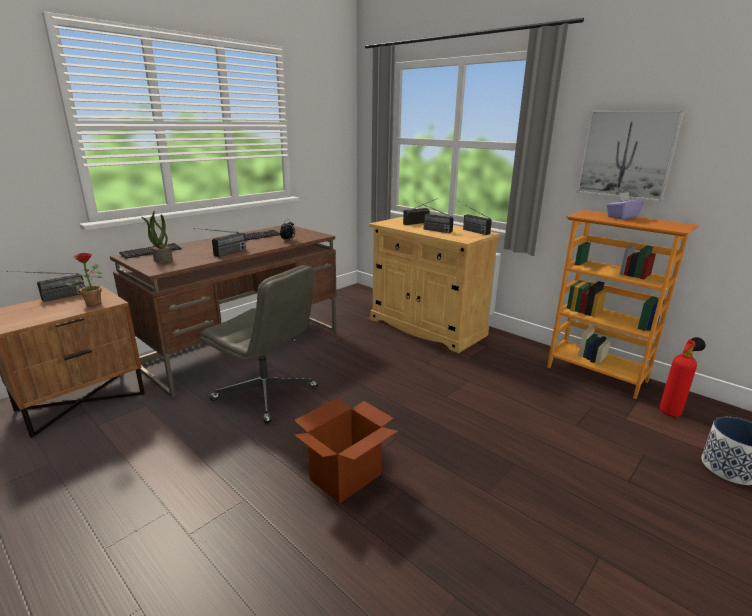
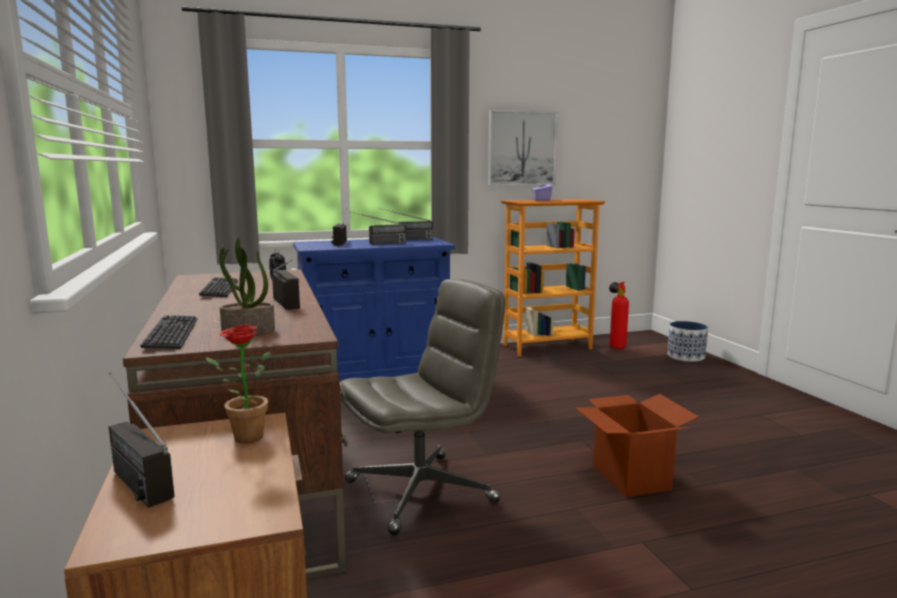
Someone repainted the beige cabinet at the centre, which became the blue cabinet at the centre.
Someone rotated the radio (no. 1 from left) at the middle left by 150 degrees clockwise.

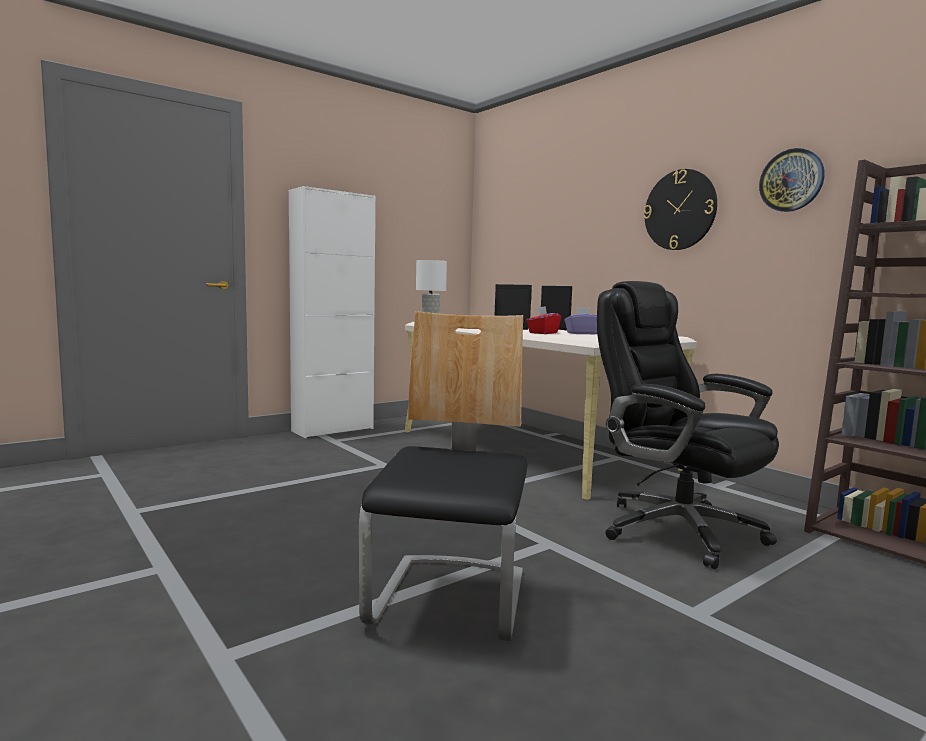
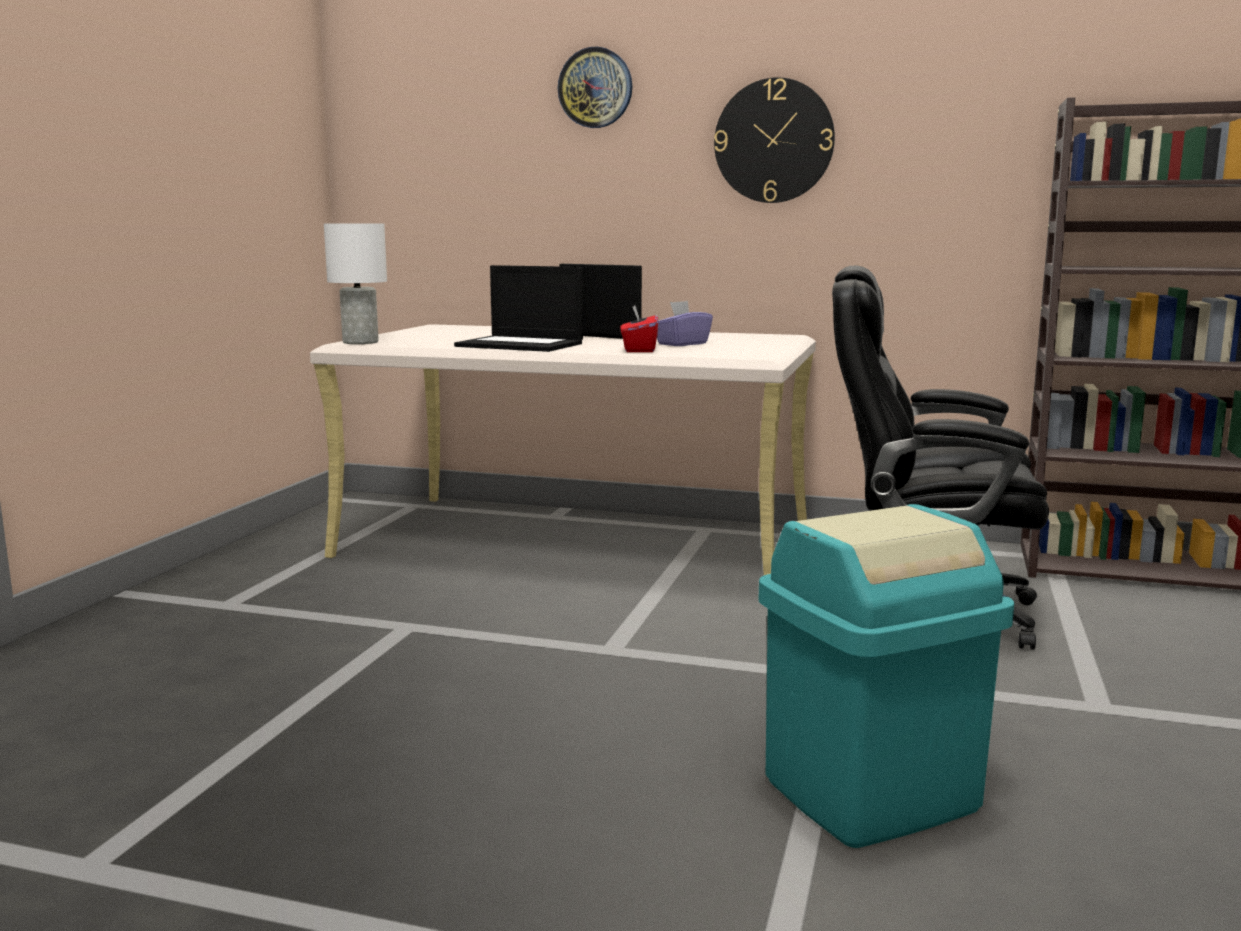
Someone carried the wall clock (no. 2 from left in the first image) from the top right to the top centre.
Someone took away the white cabinet at the centre.
Someone swapped the chair at the centre for the turquoise trash can at the bottom right.

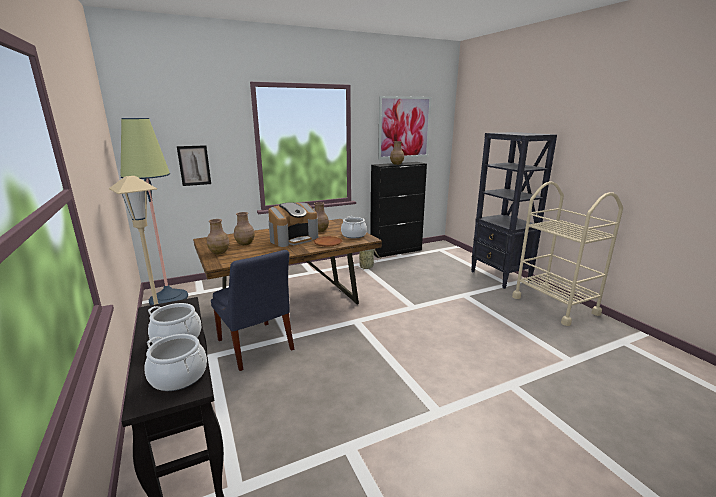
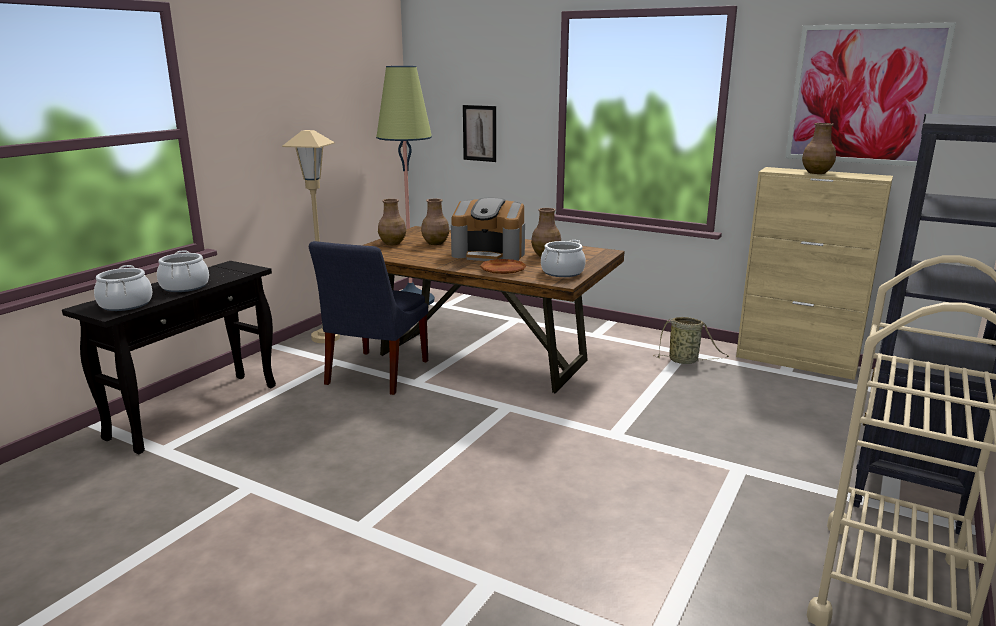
Someone repainted the black cabinet at the centre, which became the beige cabinet at the middle right.

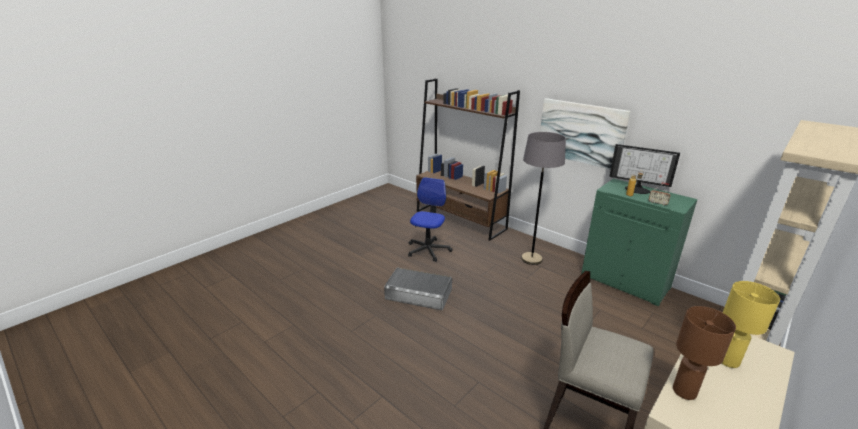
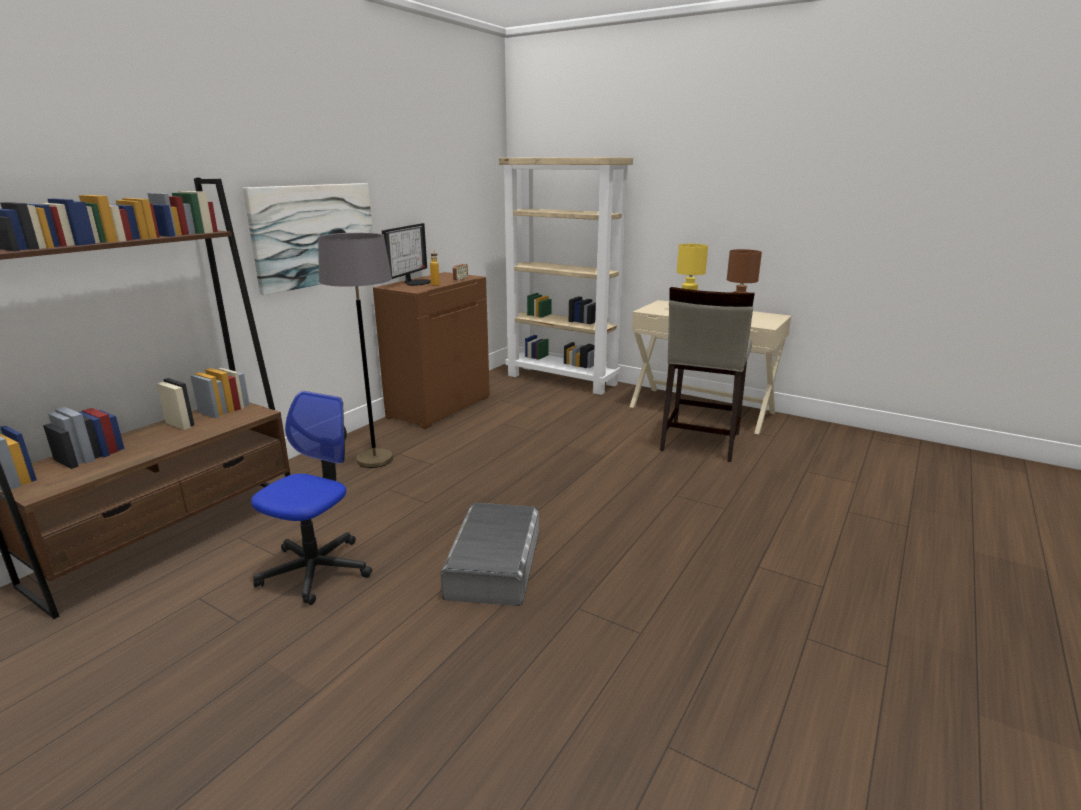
Someone rotated the office chair at the centre by 105 degrees clockwise.
Someone repainted the green cabinet at the middle right, which became the brown cabinet at the centre.

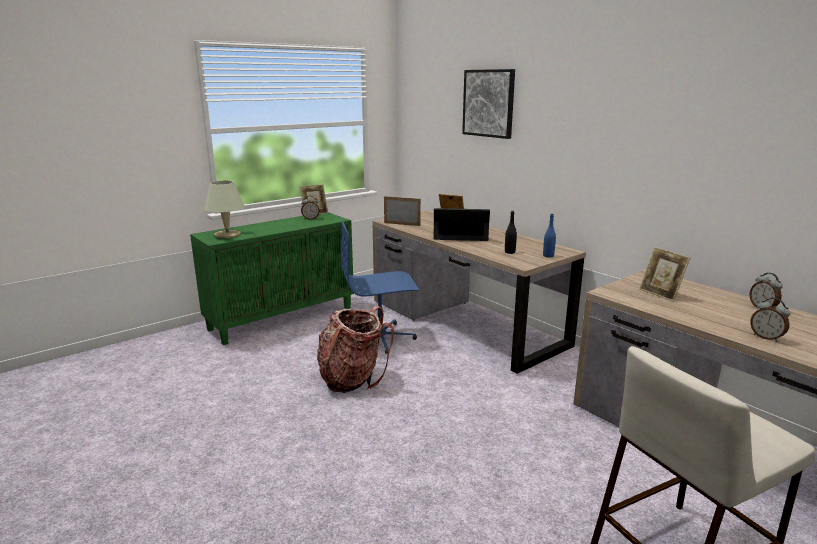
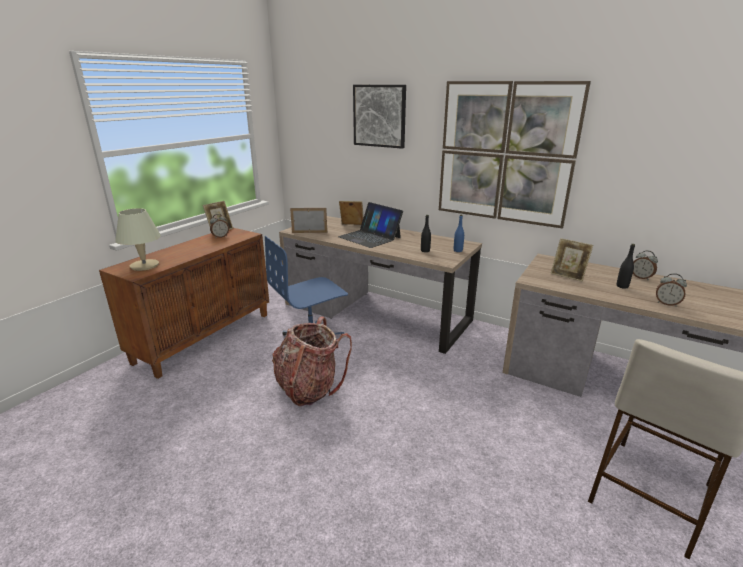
Someone rotated the laptop at the centre by 120 degrees counterclockwise.
Someone repainted the green cabinet at the middle left, which became the brown cabinet at the middle left.
Someone put up the picture (no. 2 from left) at the top right.
Someone put down the black bottle (no. 2 from left) at the middle right.

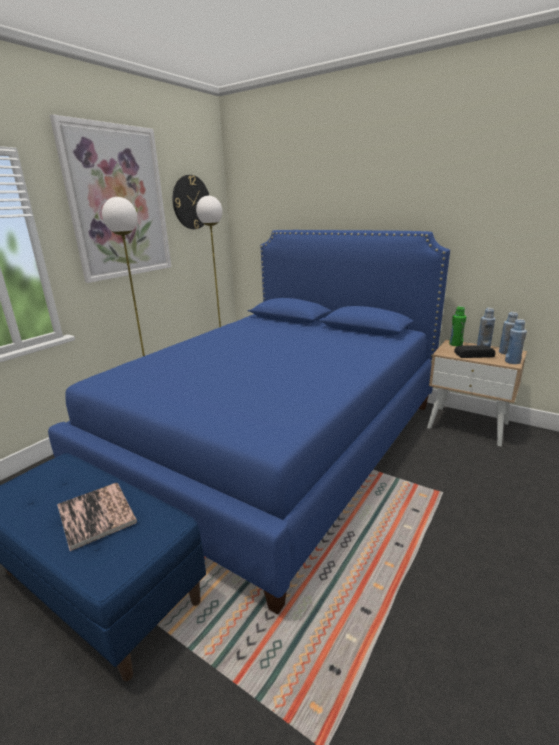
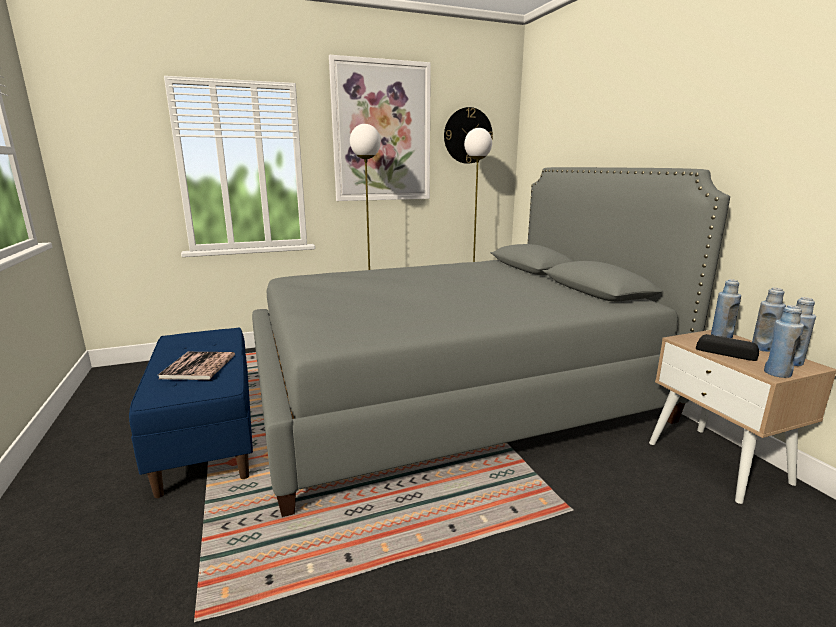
Someone repainted the blue bed at the centre, which became the grey bed at the centre.
Someone repainted the green bottle at the middle right, which became the blue bottle (no. 1 from left) at the middle right.

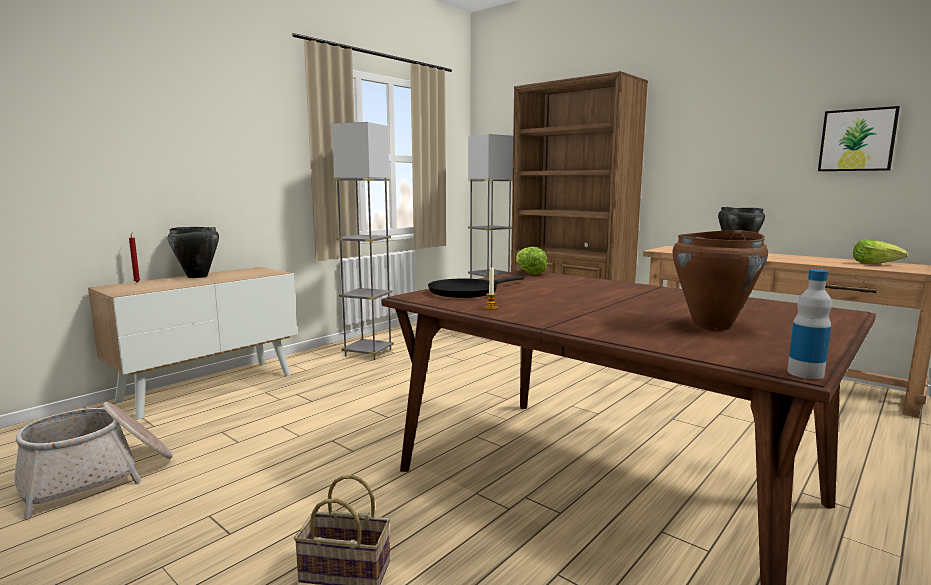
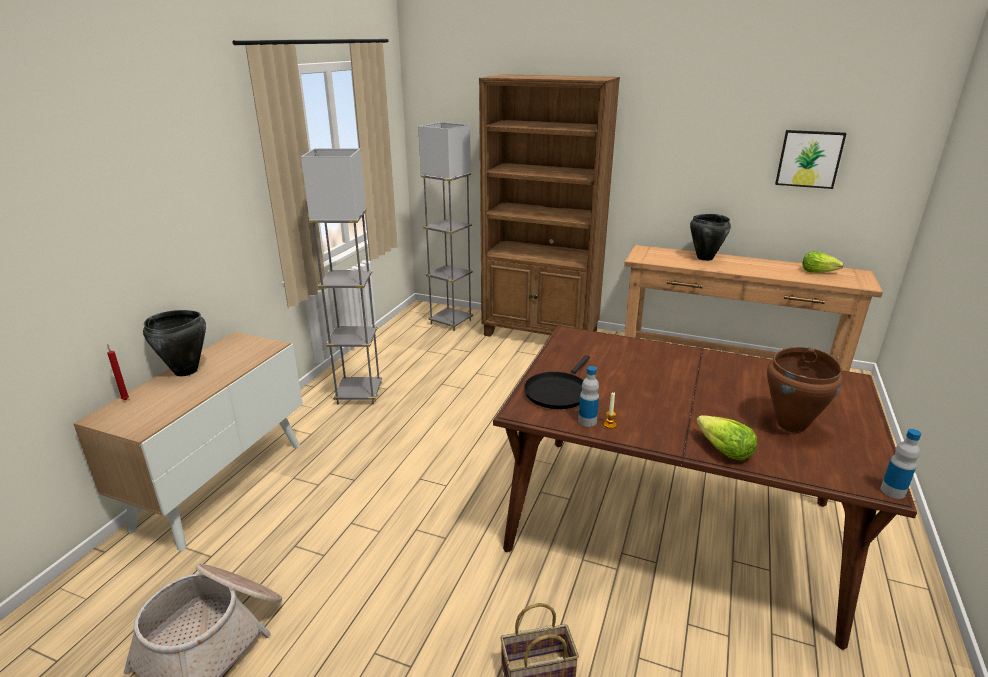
Someone carried the lettuce (no. 1 from left) from the centre to the middle right.
Someone put down the bottle (no. 1 from left) at the centre.

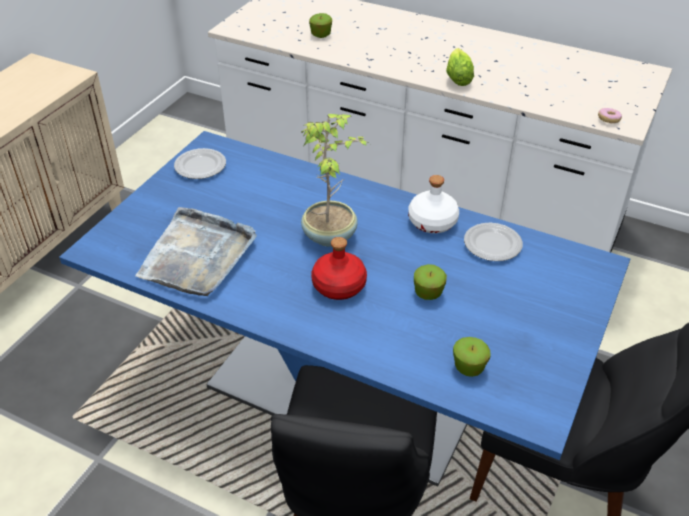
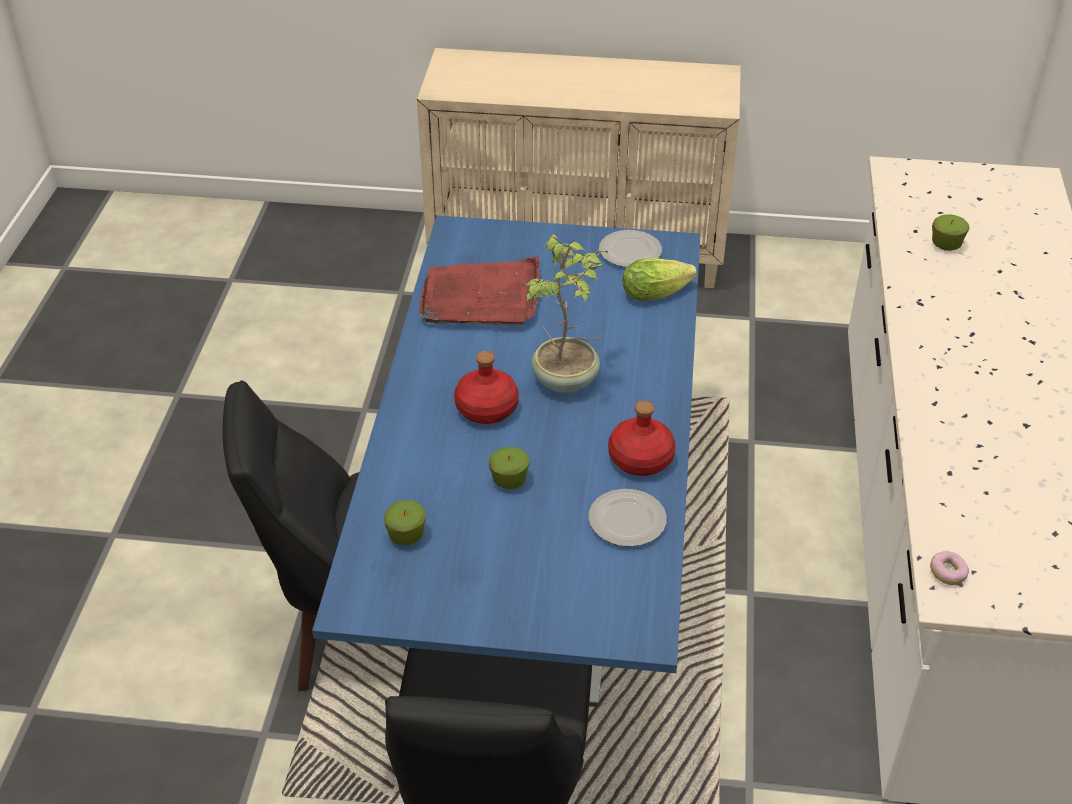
Someone carried the lettuce from the top right to the centre.
Someone repainted the white bottle at the centre, which became the red bottle (no. 2 from left) at the centre.
Someone repainted the grey tray at the middle left, which became the red tray at the centre.

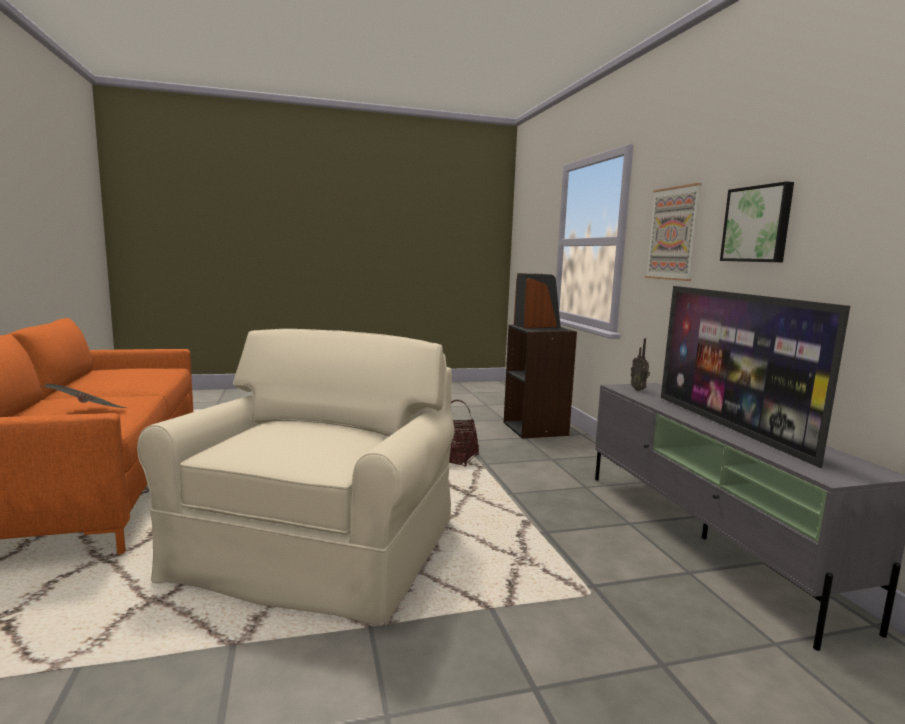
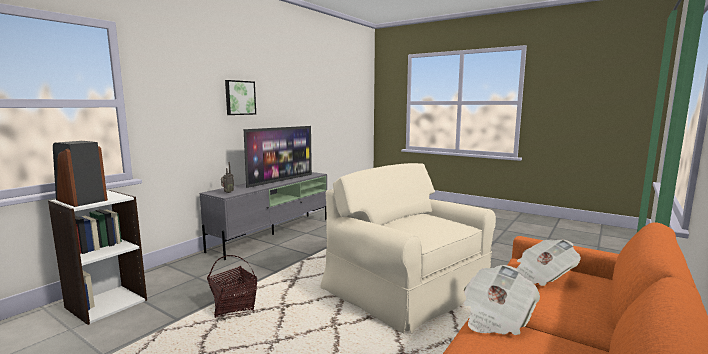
Someone took away the picture (no. 1 from left) at the top right.
Someone repainted the black bookcase at the centre, which became the white bookcase at the bottom left.
Someone rotated the beige armchair at the middle left by 75 degrees clockwise.
Someone put down the newspaper (no. 1 from left) at the bottom right.

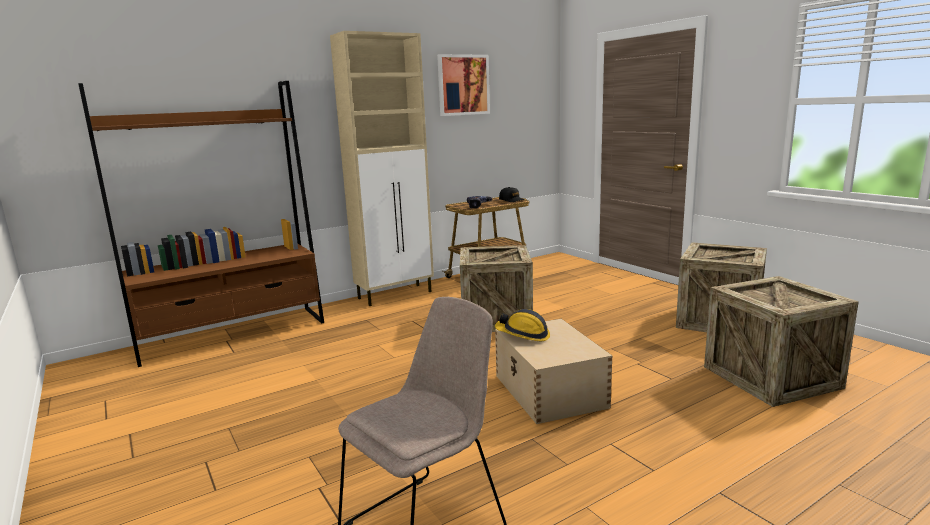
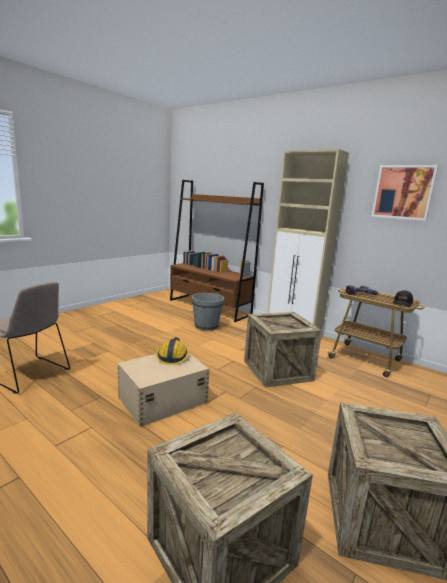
Someone put down the grey bucket at the centre.

